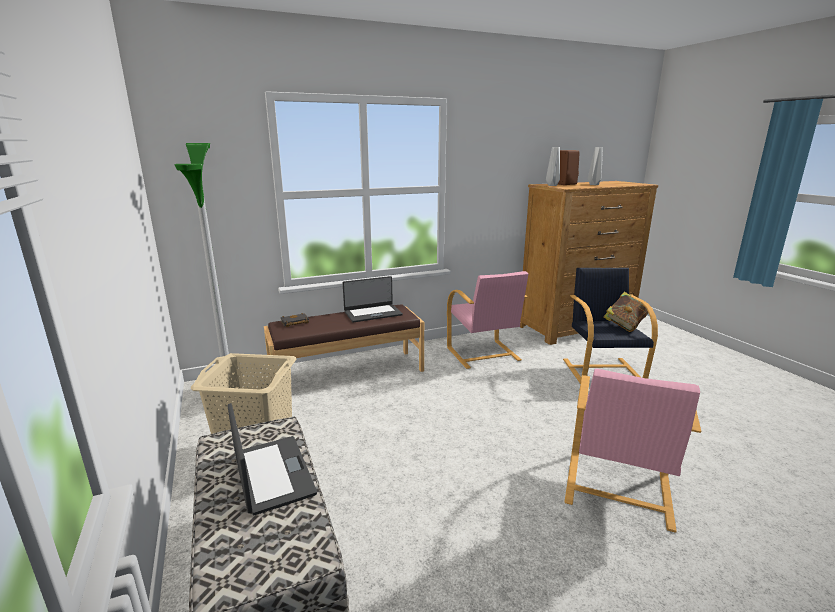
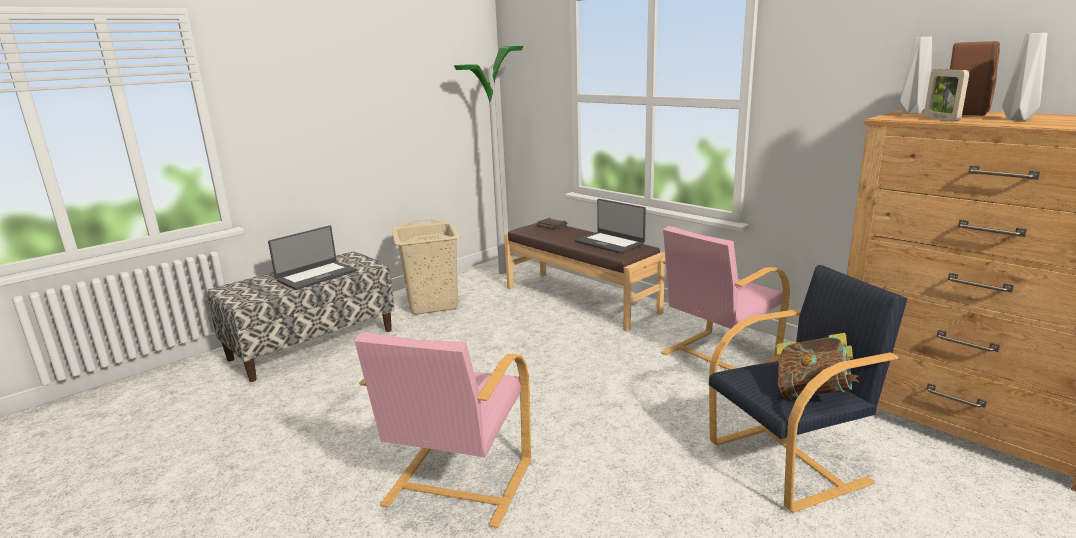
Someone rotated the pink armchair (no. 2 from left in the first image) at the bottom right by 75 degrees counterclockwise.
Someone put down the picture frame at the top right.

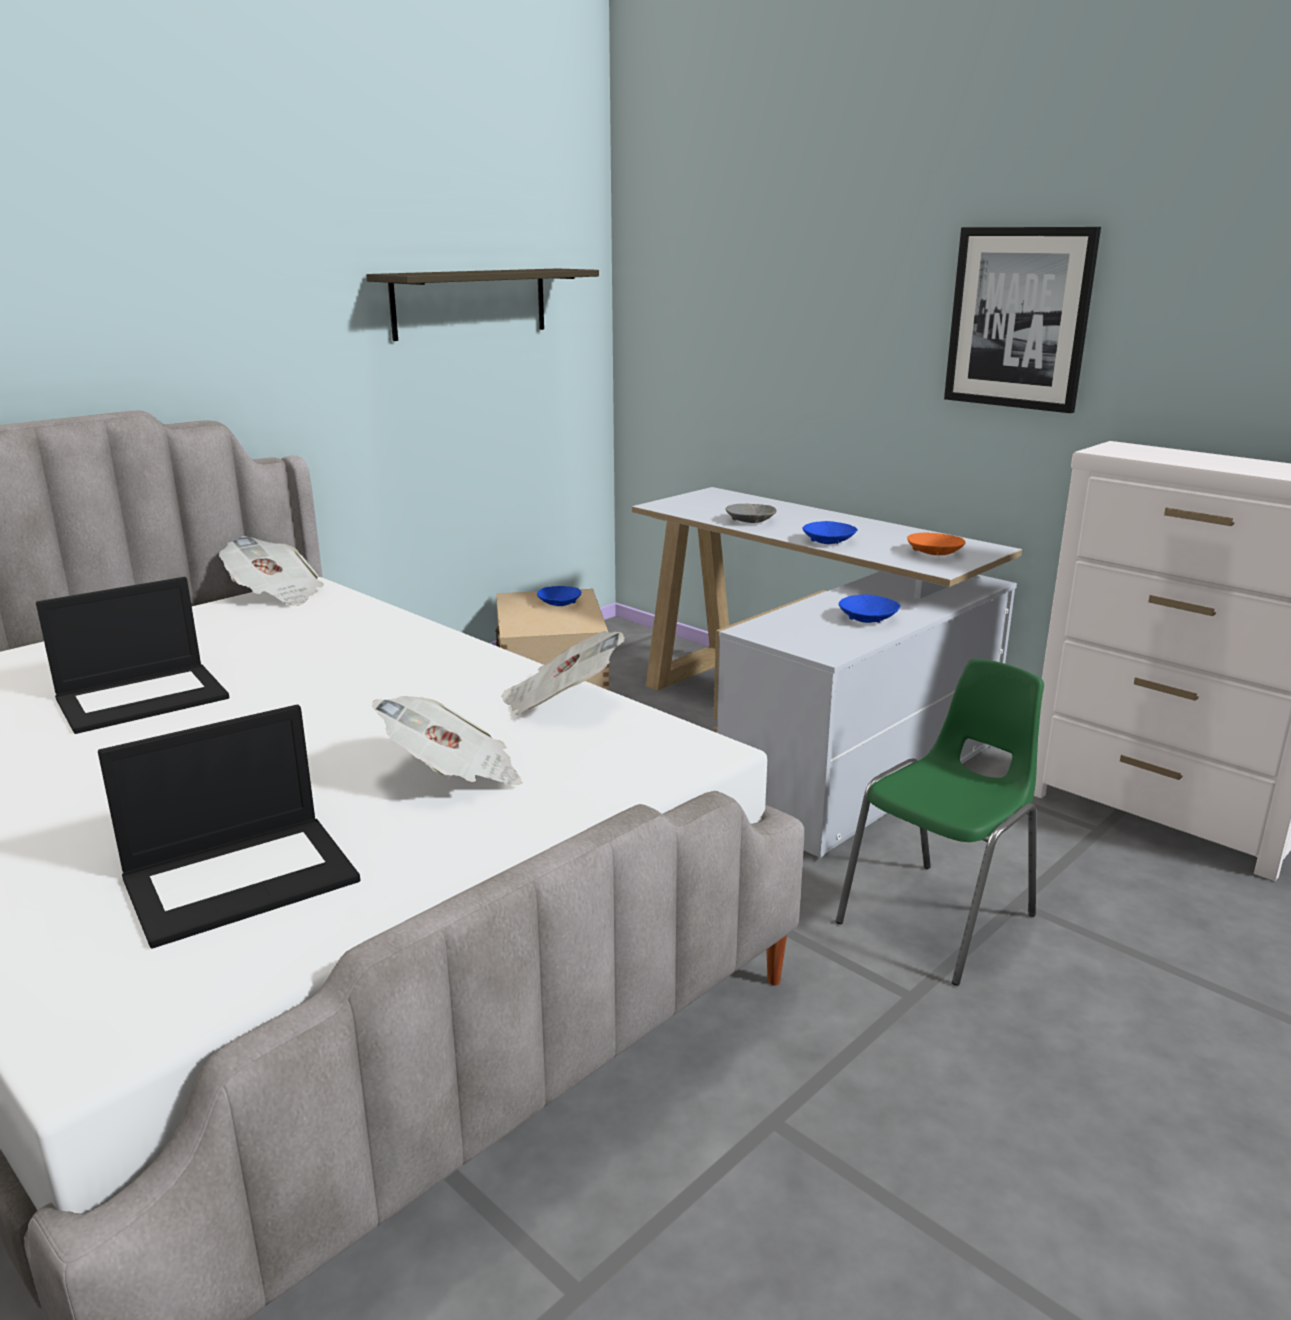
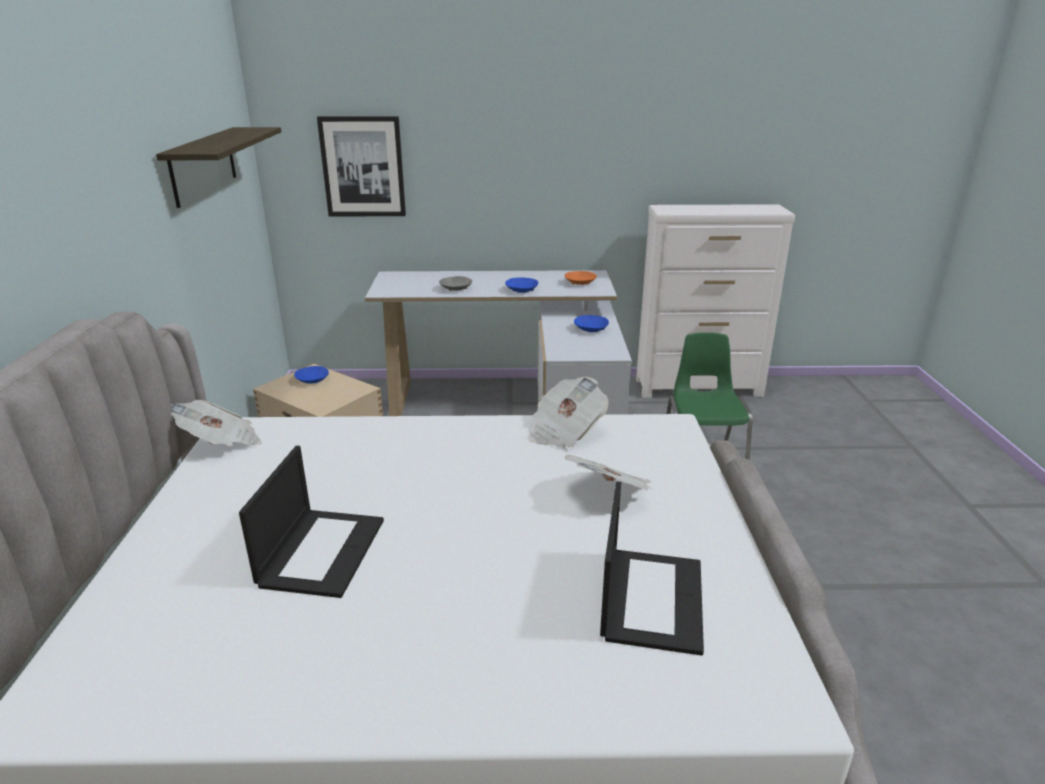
Someone carried the picture from the top right to the top centre.

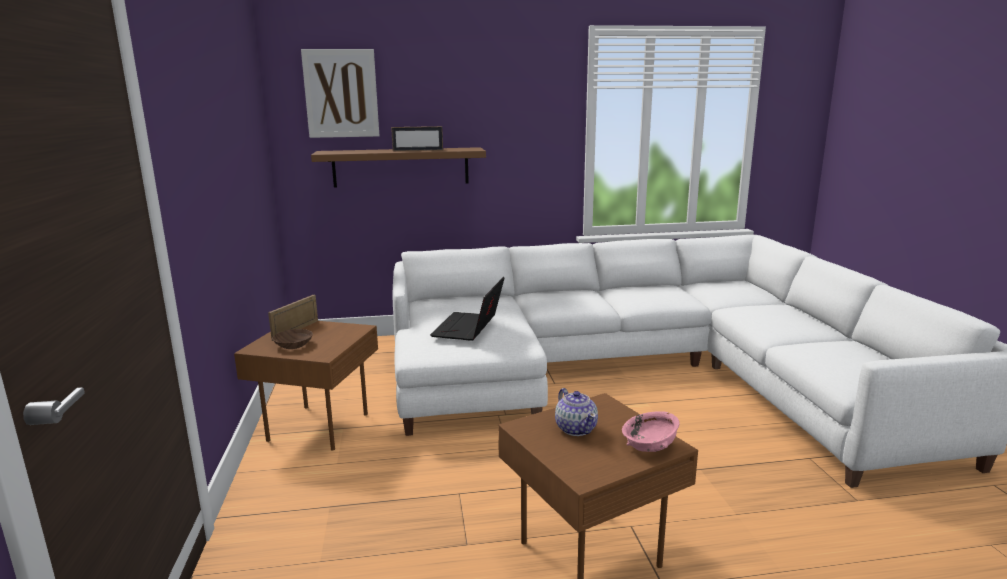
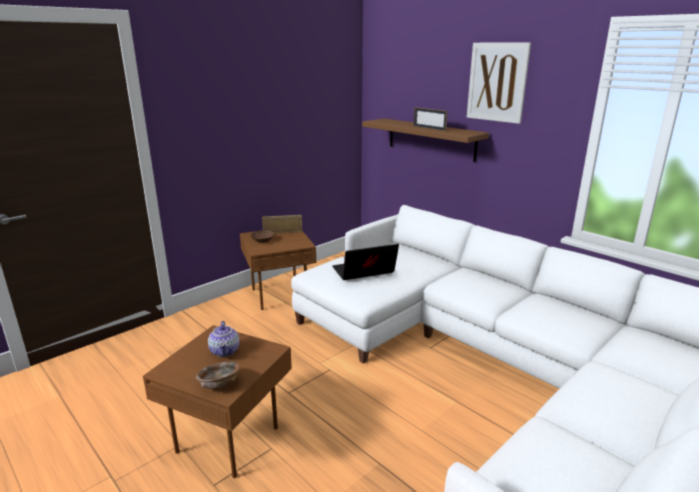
Someone carried the picture from the top centre to the top right.
Someone rotated the teapot at the bottom centre by 45 degrees counterclockwise.
Someone repainted the pink bowl at the bottom centre, which became the brown bowl (no. 1 from left) at the bottom left.

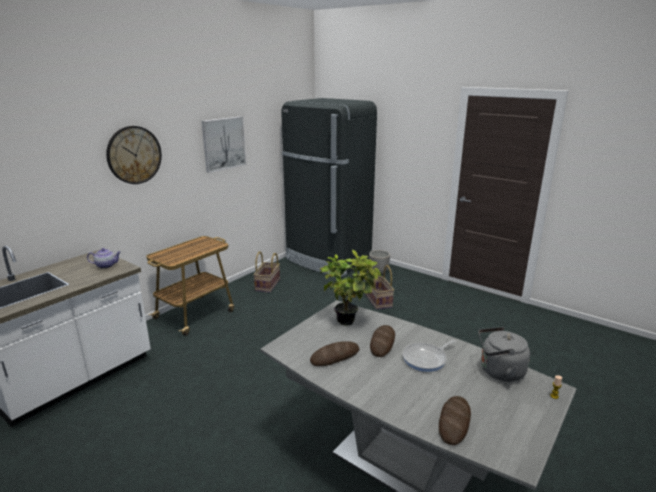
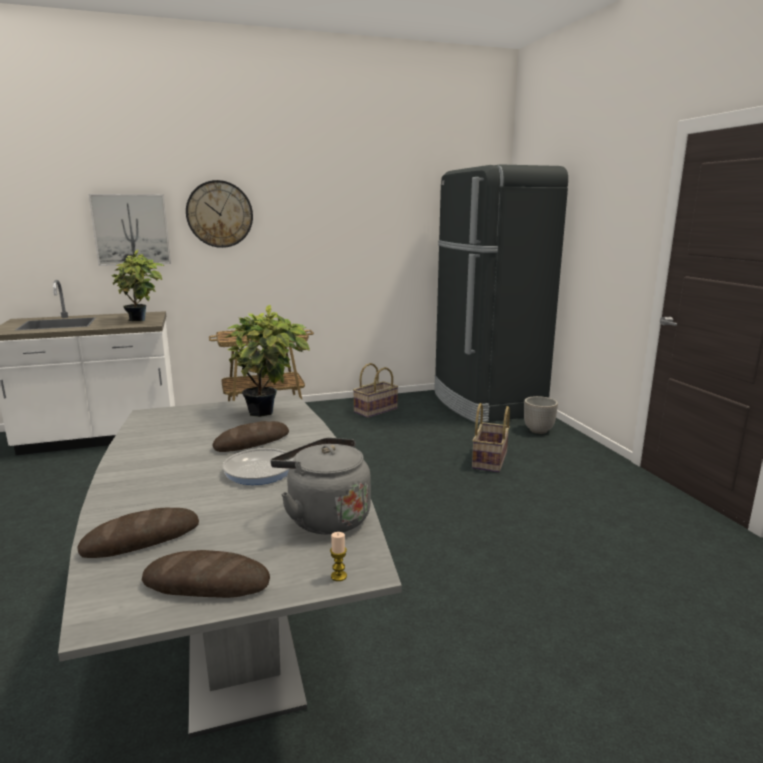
Someone carried the picture from the top centre to the top left.
Someone swapped the teapot at the middle left for the potted plant (no. 1 from left) at the middle left.
Someone carried the bread (no. 1 from left in the first image) from the bottom centre to the bottom left.

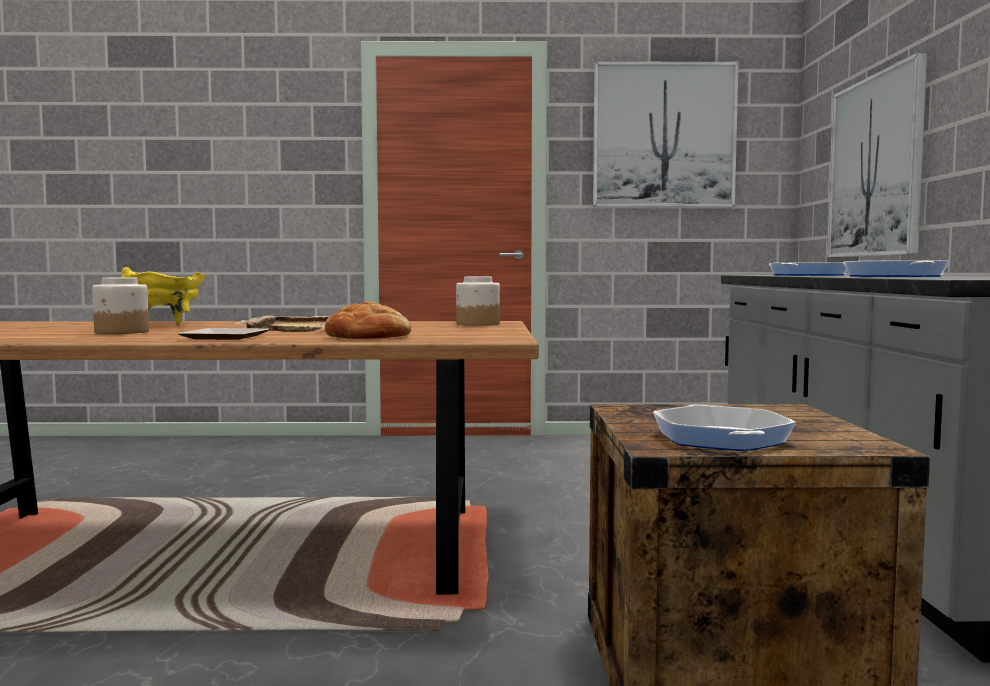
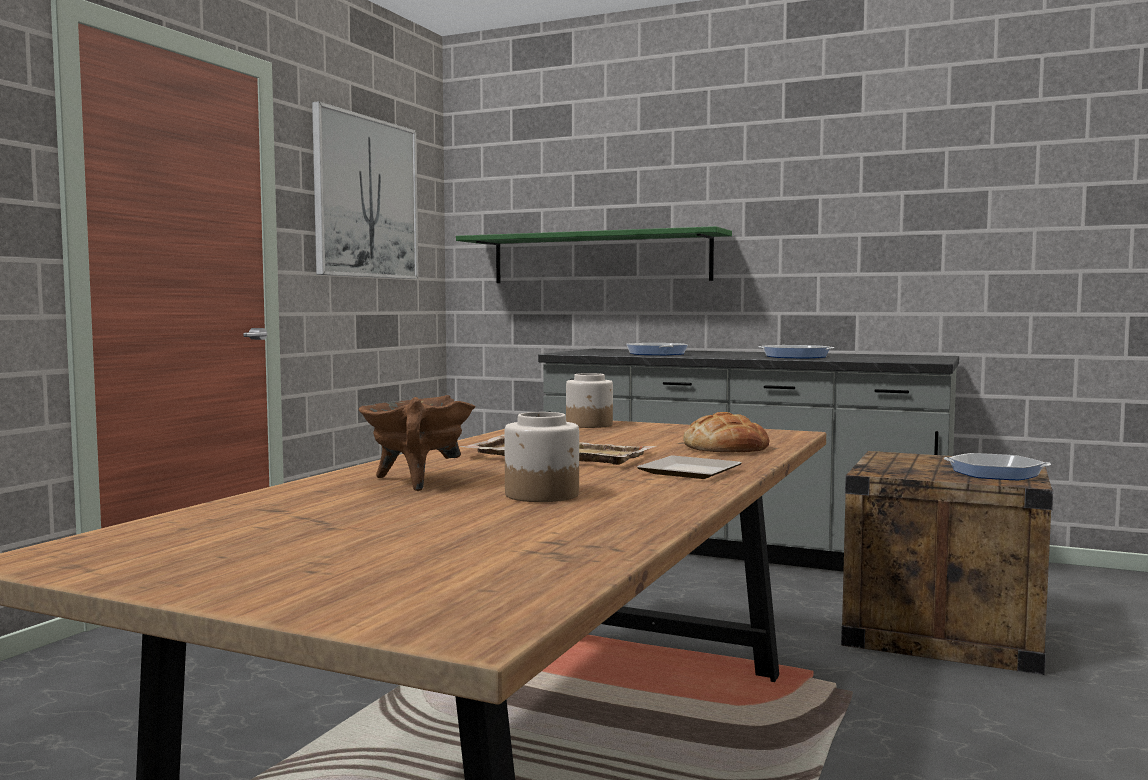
Someone swapped the picture (no. 2 from left) at the top right for the green shelf at the top centre.
Someone repainted the yellow cooking pot at the middle left, which became the brown cooking pot at the centre.

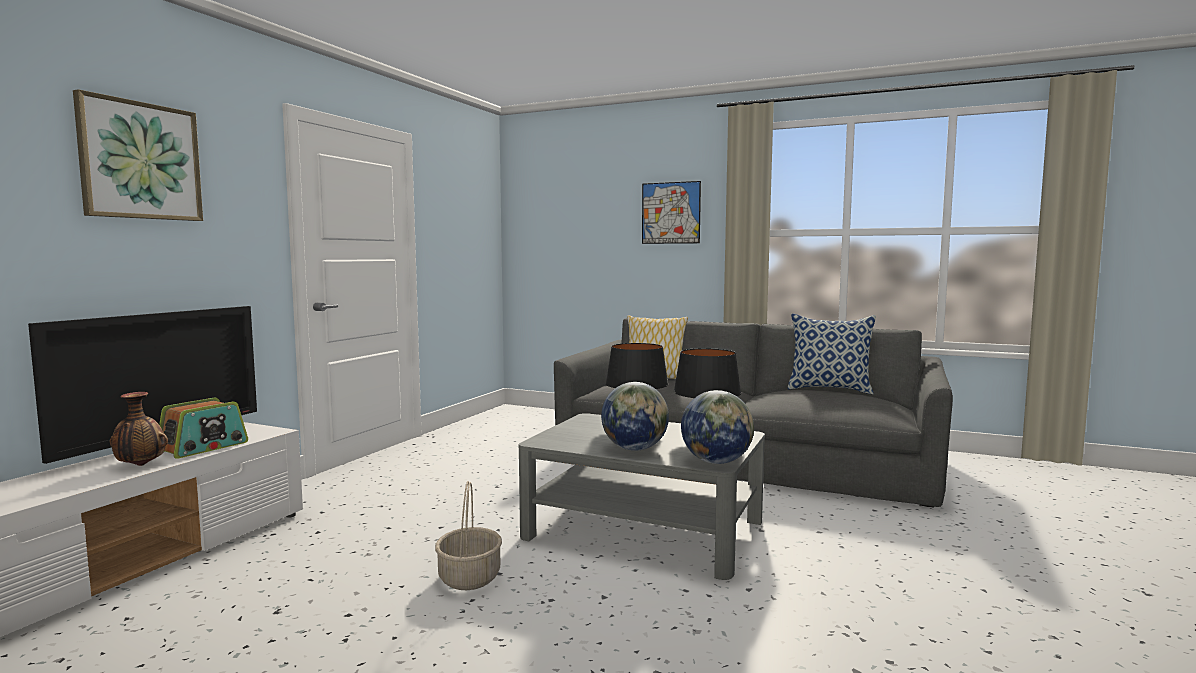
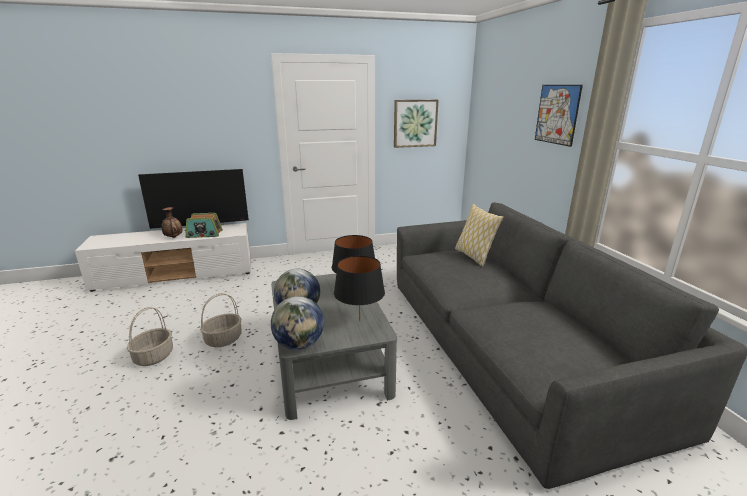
Someone carried the picture (no. 1 from left) from the top left to the top centre.
Someone took away the pillow (no. 2 from left) at the middle right.
Someone put down the basket (no. 1 from left) at the bottom left.

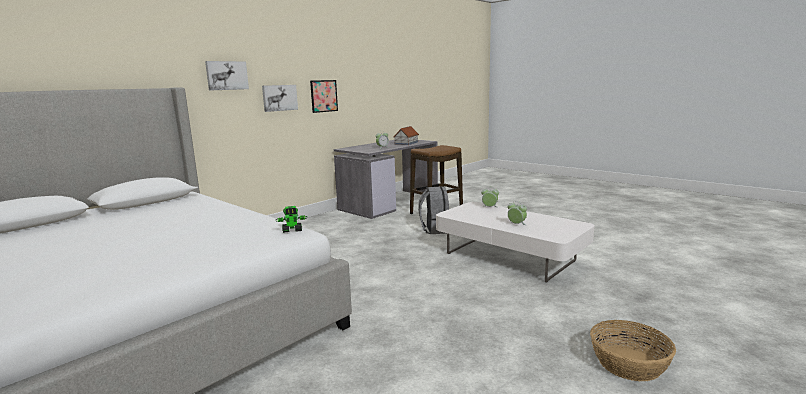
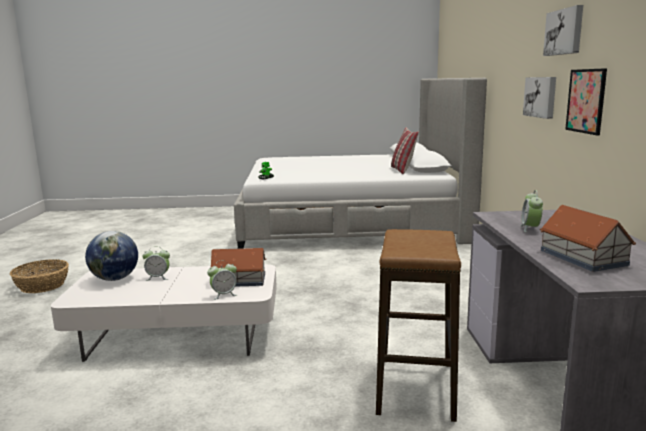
Someone carried the picture (no. 1 from left in the first image) from the top left to the top right.
Someone took away the grey backpack at the centre.
Someone put down the pillow at the centre.
Someone put down the globe at the middle left.
Someone put down the toy house (no. 1 from left) at the centre.

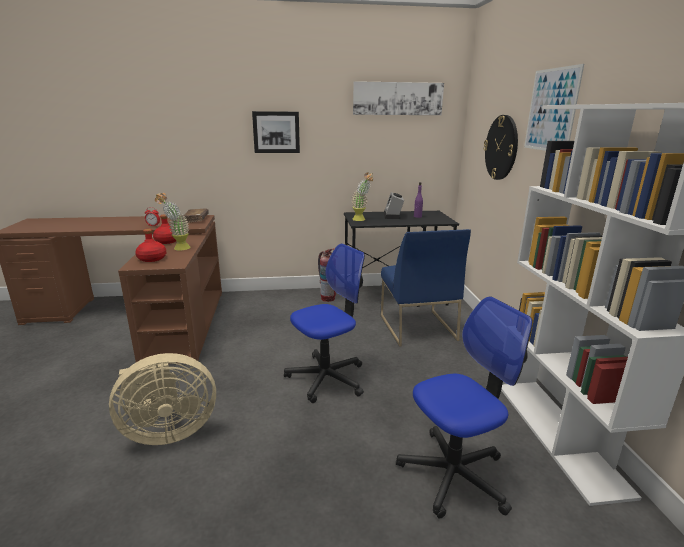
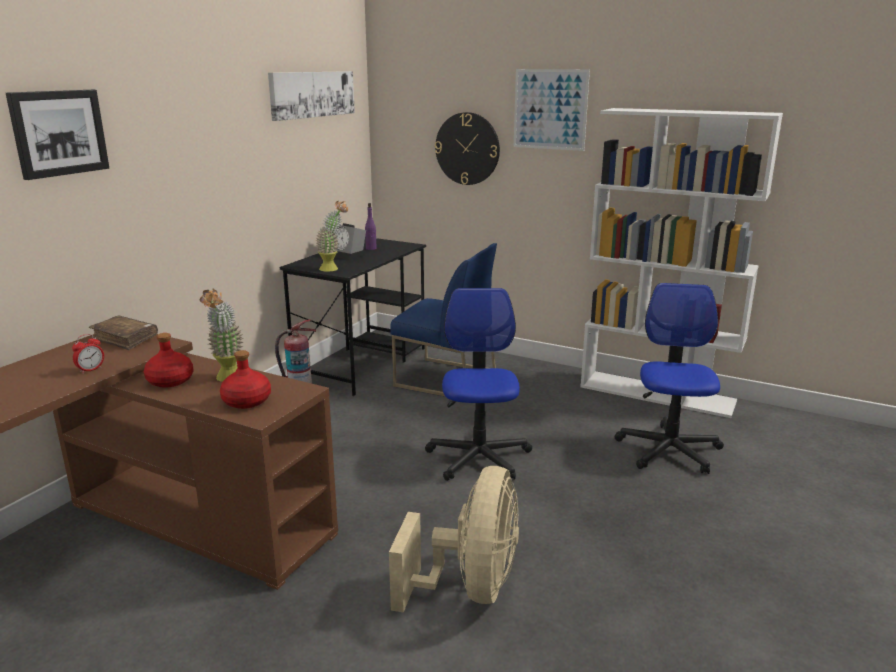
Someone carried the picture (no. 1 from left) from the top centre to the top left.

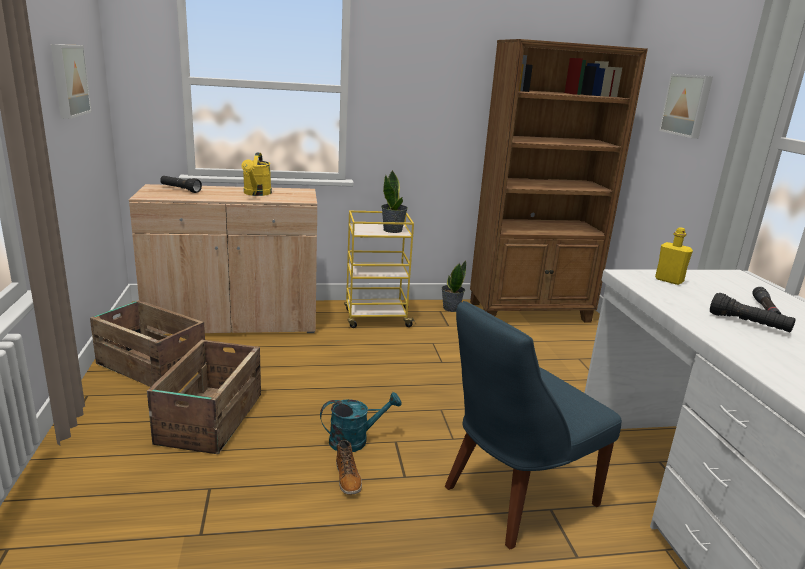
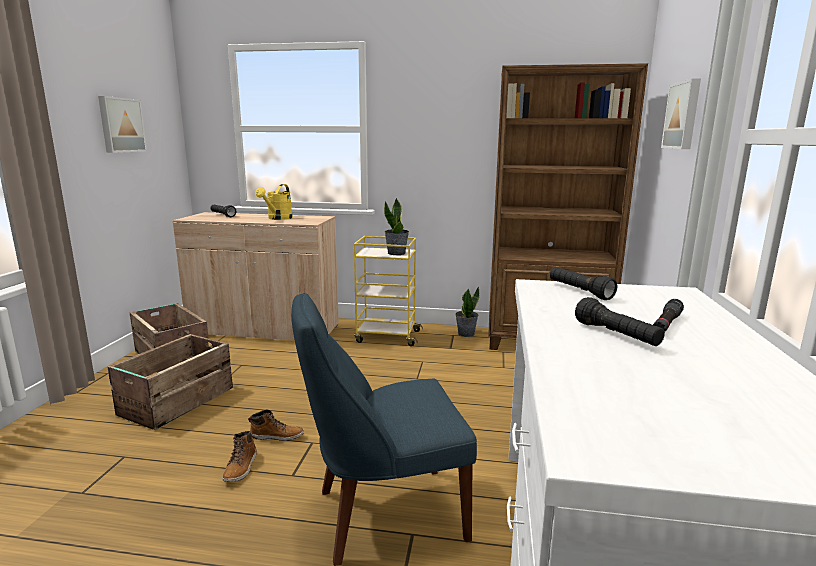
Someone swapped the yellow bottle at the middle right for the black flashlight (no. 2 from left) at the middle right.
Someone swapped the turquoise watering can at the bottom centre for the boot (no. 2 from left) at the bottom centre.

